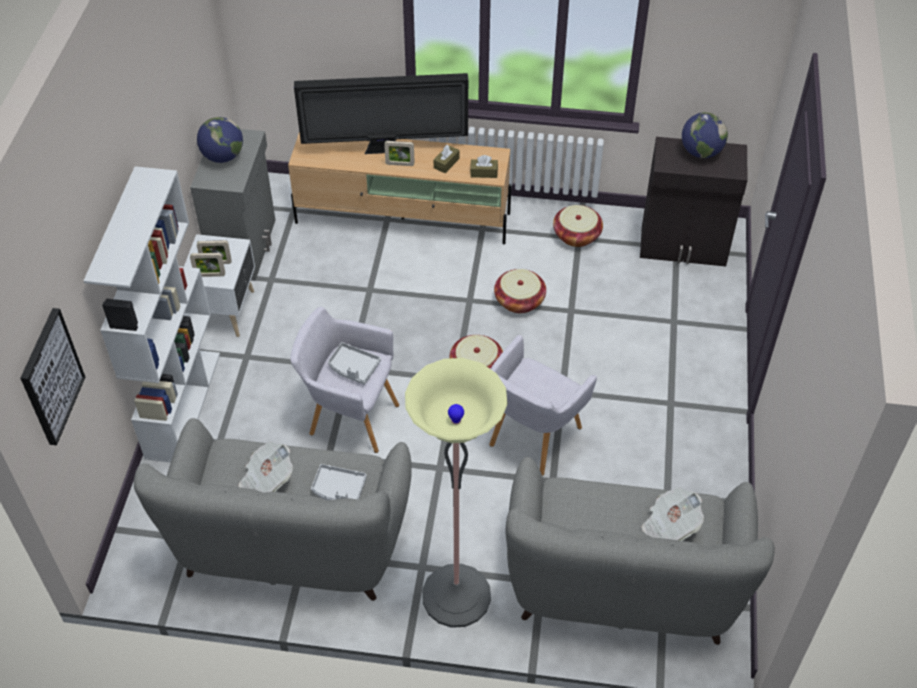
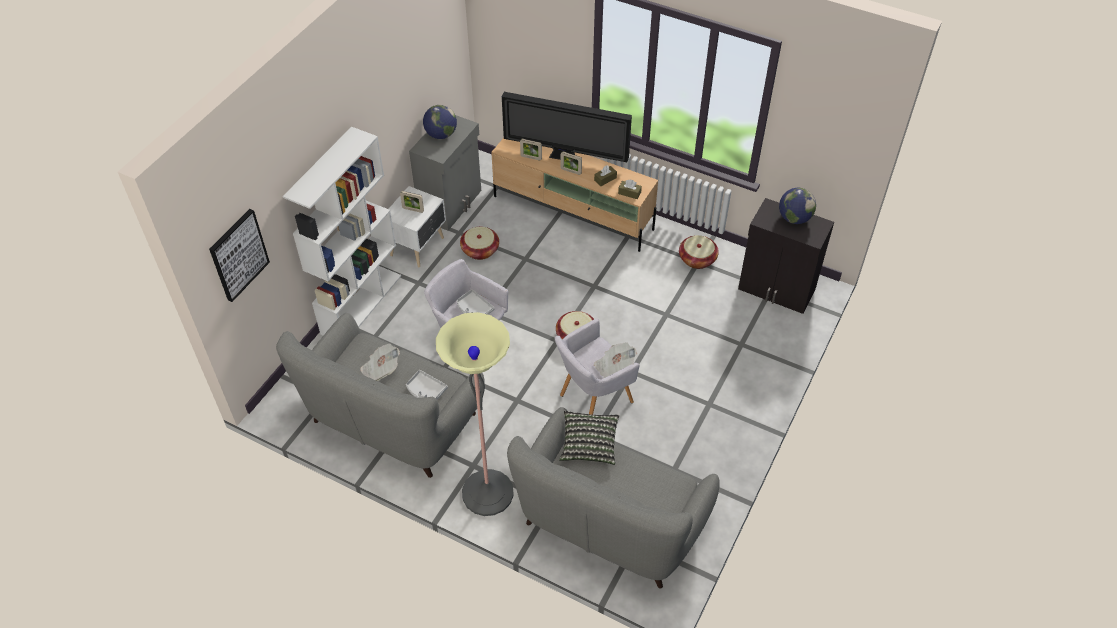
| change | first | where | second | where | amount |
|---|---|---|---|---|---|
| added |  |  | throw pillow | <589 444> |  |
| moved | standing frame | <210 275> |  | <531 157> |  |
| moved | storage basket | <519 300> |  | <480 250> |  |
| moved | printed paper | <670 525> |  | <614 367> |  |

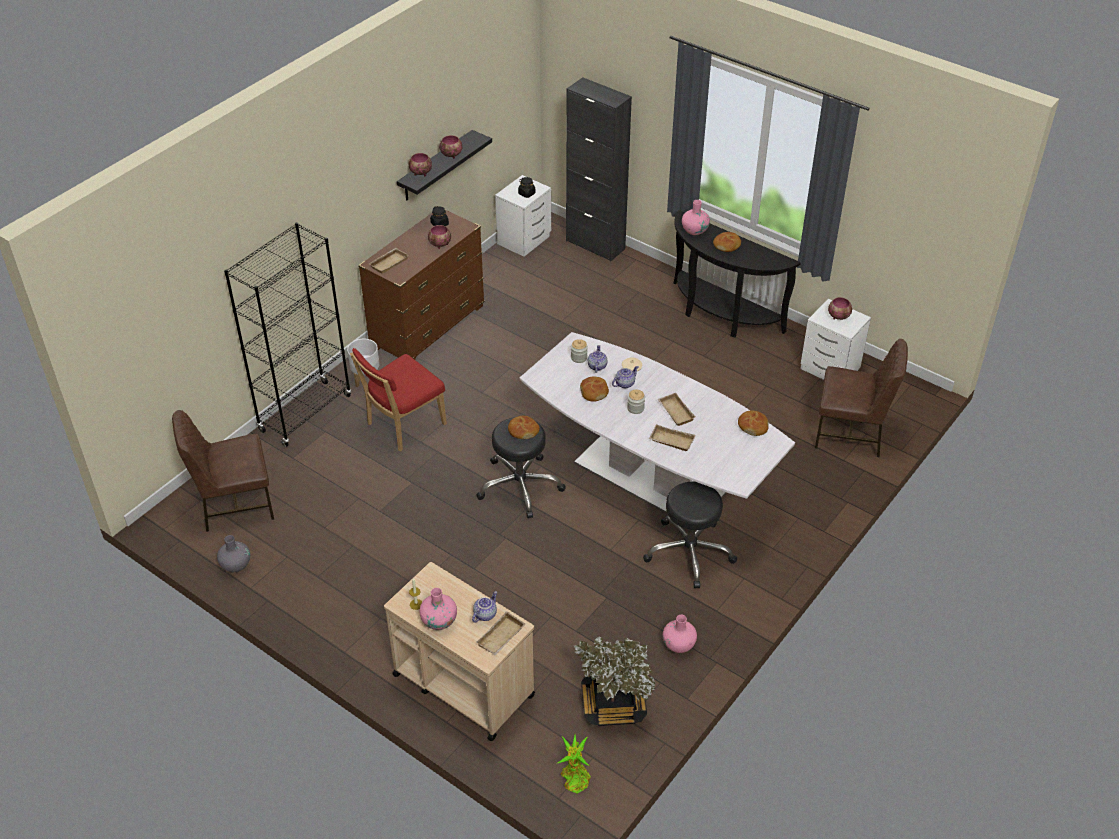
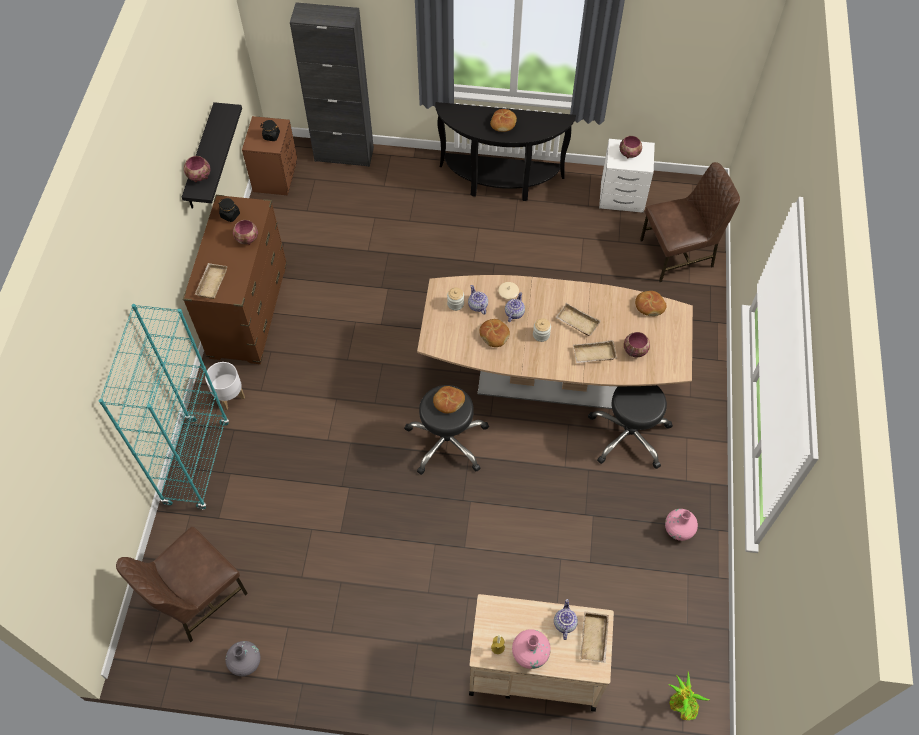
| change | first | where | second | where | amount |
|---|---|---|---|---|---|
| removed | chair (reddish) | <403 425> |  |  |  |
| removed | potted plant | <613 704> |  |  |  |
| removed | decorative vase (pink) | <694 230> |  |  |  |
| moved | serving bowl | <451 154> |  | <634 350> |  |
| recoloured | bookshelf (black) | <305 413> | bookshelf (blue-green) | <197 463> |  |
| recoloured | nightstand (whitish) | <525 240> | nightstand (brownish) | <276 176> |  |
| recoloured | dinner table (whitish) | <649 477> | dinner table (brownish) | <548 377> |  |

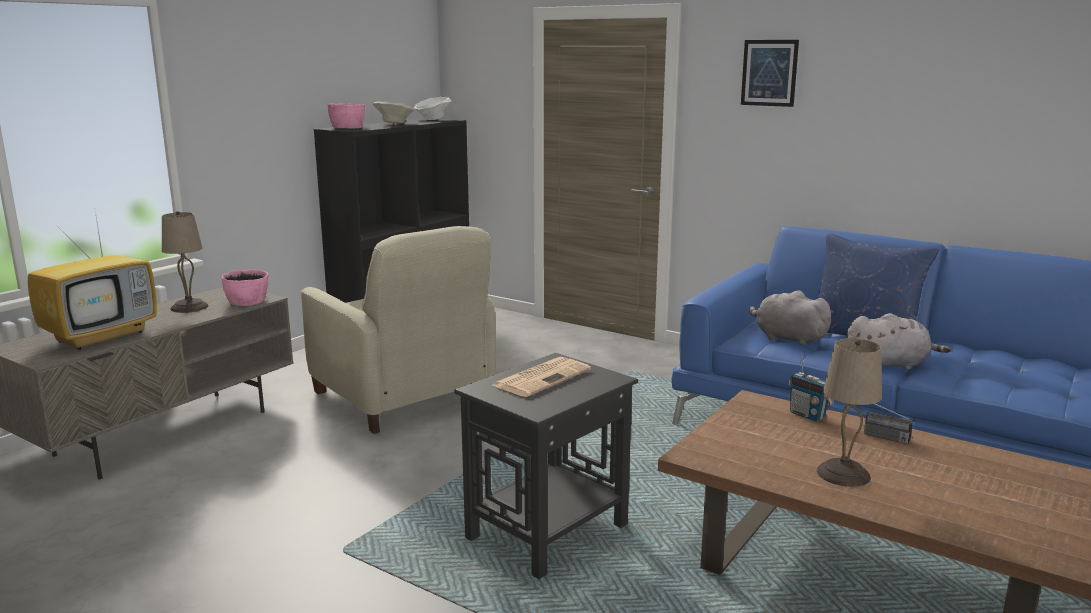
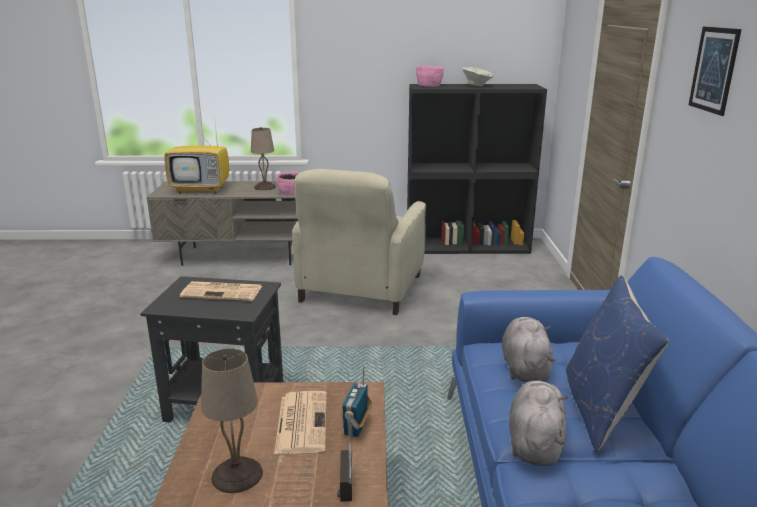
| change | first | where | second | where | amount |
|---|---|---|---|---|---|
| removed | serving bowl (whitish) | <432 119> |  |  |  |
| added |  |  | printed paper | <301 422> |  |
| turned | cuddly toy (grey) | <889 364> |  | <535 442> | 135 degrees counterclockwise |

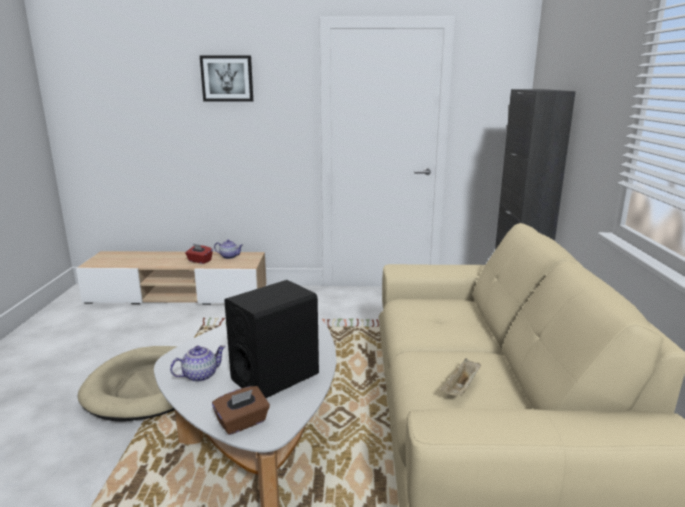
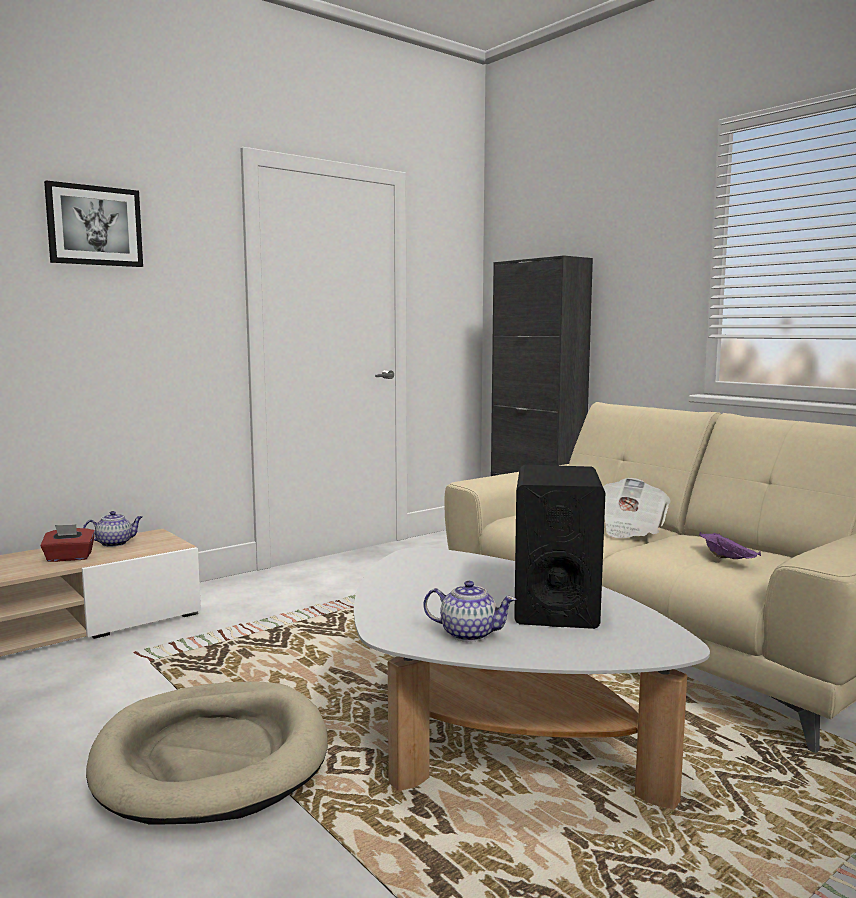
| change | first | where | second | where | amount |
|---|---|---|---|---|---|
| removed | tissue holder (brownish) | <242 423> |  |  |  |
| added |  |  | printed paper | <628 529> |  |
| recoloured | tray (sand-coloured) | <461 388> | tray (purplish) | <728 559> |  |
| turned | pot for tea | <199 375> |  | <468 634> | 90 degrees clockwise |

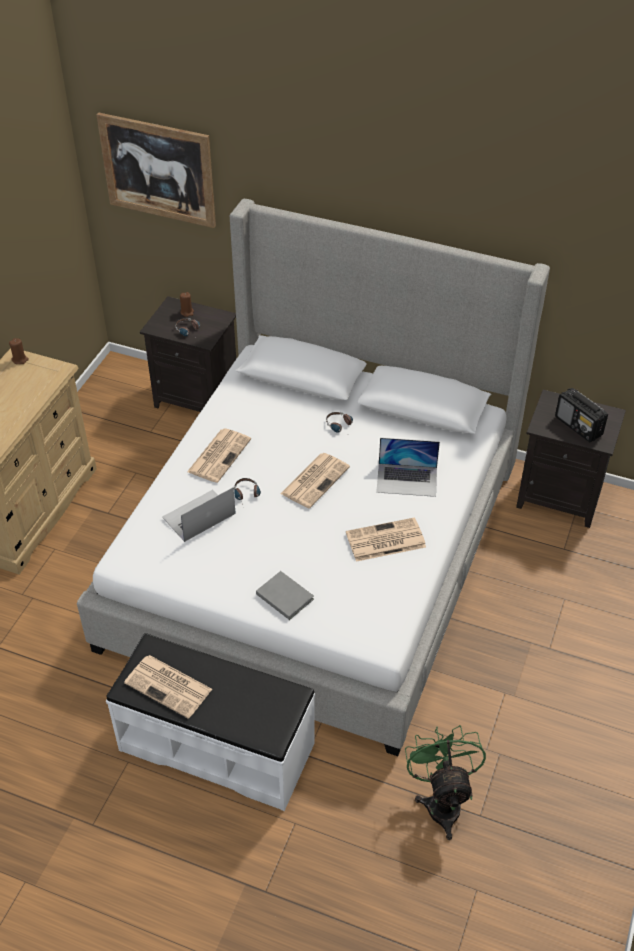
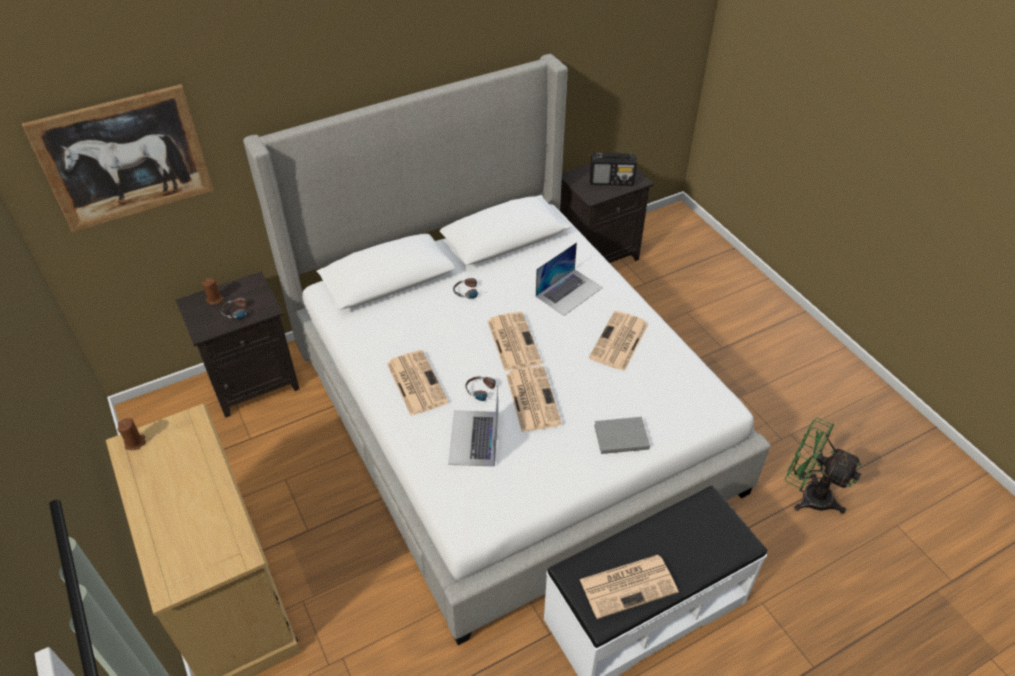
| change | first | where | second | where | amount |
|---|---|---|---|---|---|
| added |  |  | printed paper | <532 398> |  |

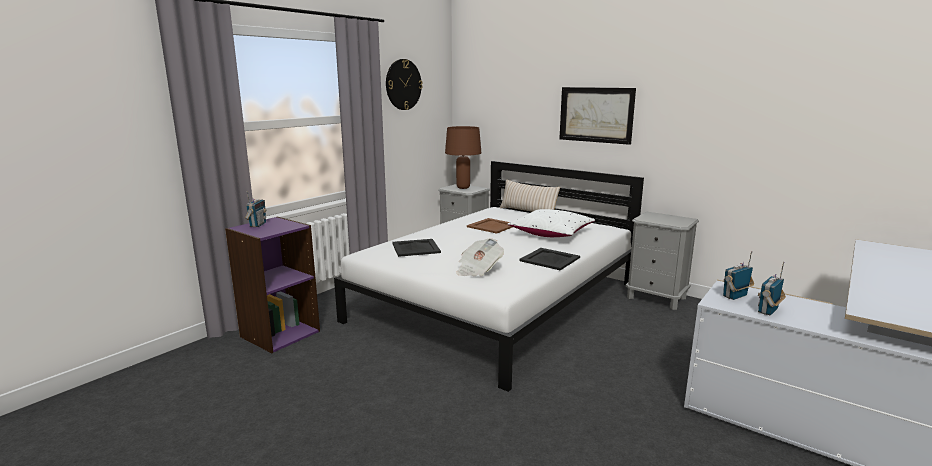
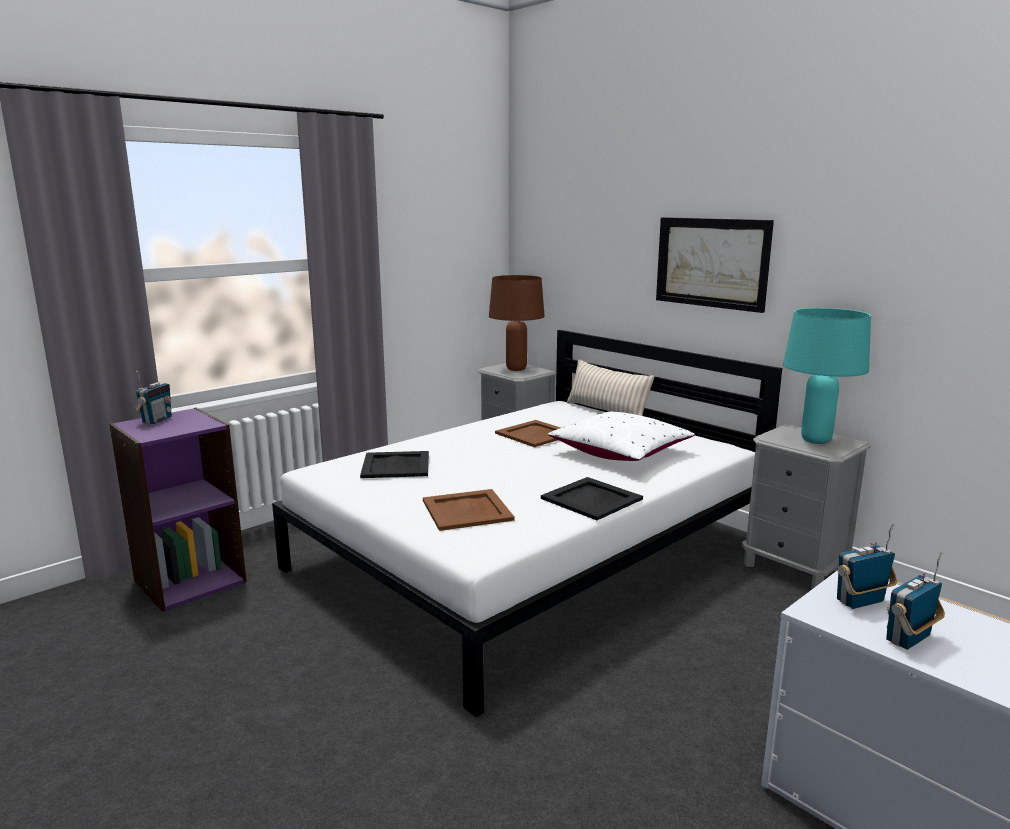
| change | first | where | second | where | amount |
|---|---|---|---|---|---|
| removed | clock on the wall | <403 84> |  |  |  |
| added |  |  | table lamp (blue-green) | <816 441> |  |
| replaced | printed paper | <478 270> | tray (brownish) | <466 510> |  |

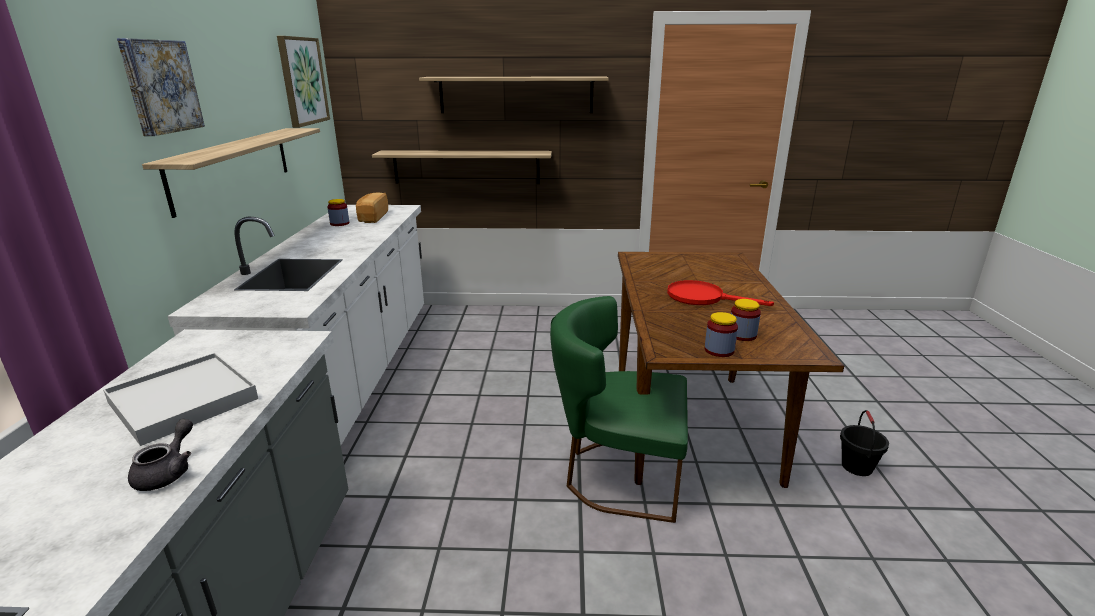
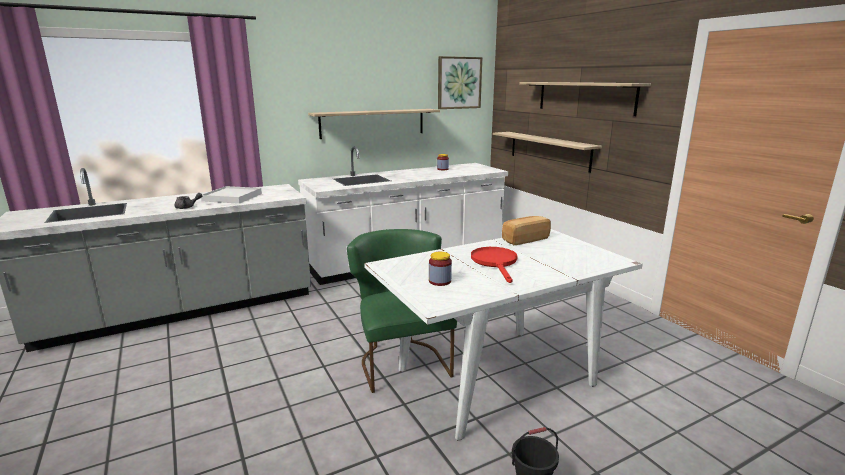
| change | first | where | second | where | amount |
|---|---|---|---|---|---|
| removed | wall art | <159 86> |  |  |  |
| removed | jar | <719 350> |  |  |  |
| moved | bread | <372 217> |  | <524 239> |  |
| recoloured | dinner table (brownish) | <690 423> | dinner table (whitish) | <496 376> |  |

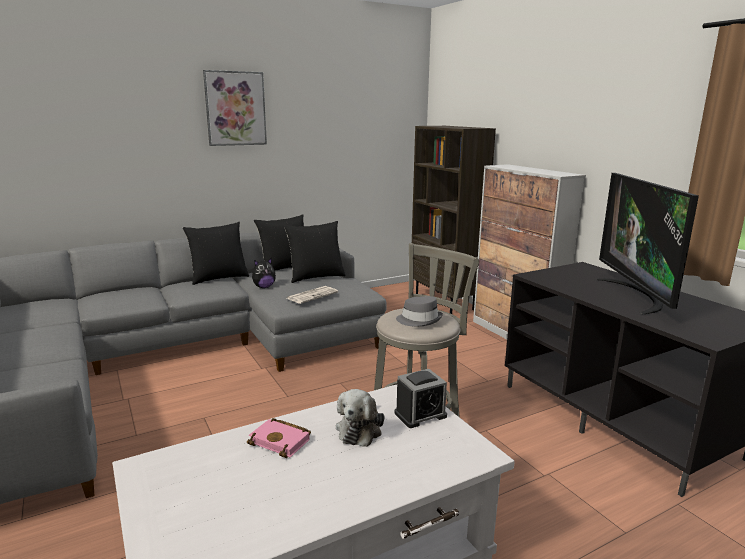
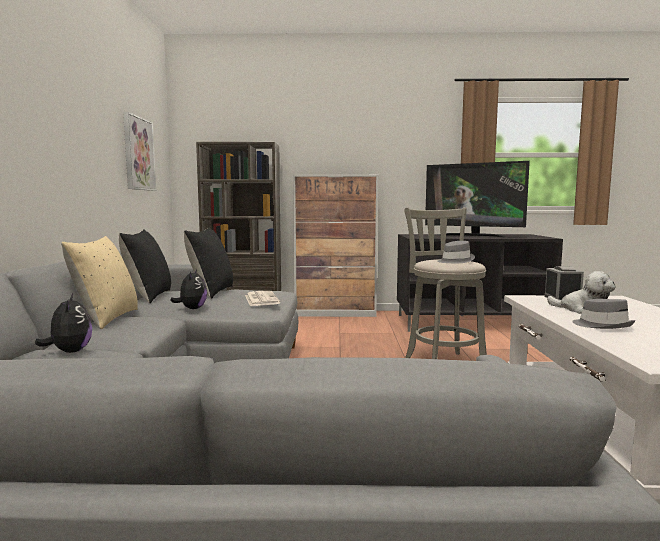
| change | first | where | second | where | amount |
|---|---|---|---|---|---|
| added |  |  | cuddly toy | <69 352> |  |
| moved | wall art | <235 108> |  | <138 154> |  |
| replaced | book (pink) | <282 441> | hat (grey) | <602 325> |  |
| recoloured | throw pillow (black) | <218 278> | throw pillow (sand-coloured) | <106 318> |  |

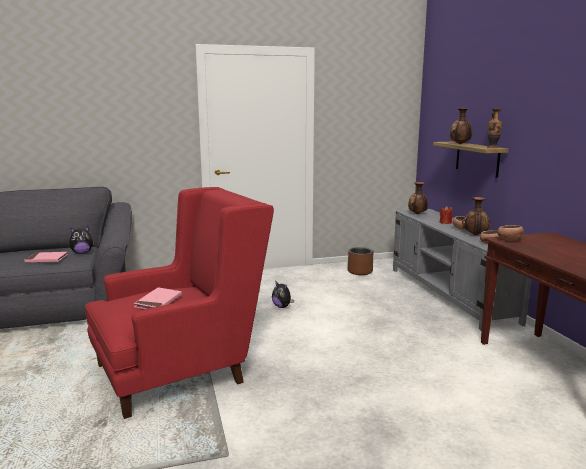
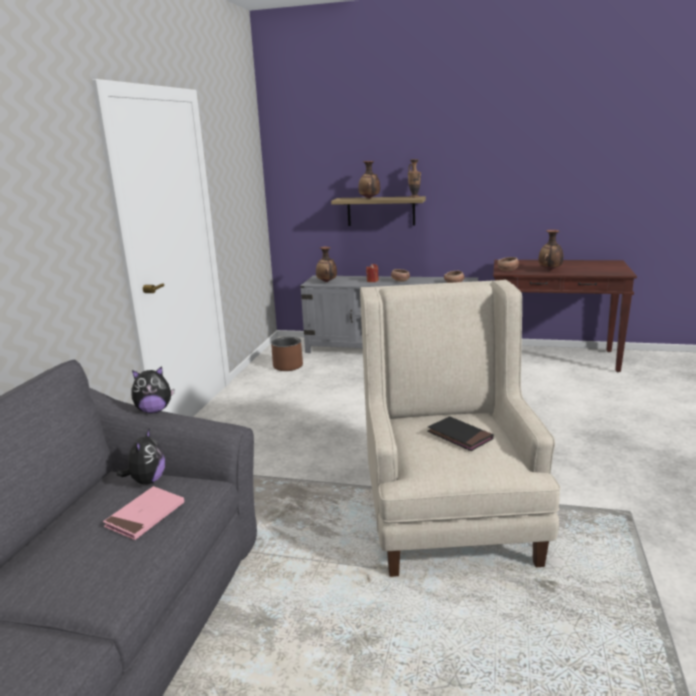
| change | first | where | second | where | amount |
|---|---|---|---|---|---|
| moved | cuddly toy | <282 307> |  | <154 410> |  |
| moved | decorative vase | <475 235> |  | <550 270> |  |
| recoloured | lounge chair (reddish) | <182 370> | lounge chair (sand-coloured) | <447 513> |  |
| recoloured | book (pink) | <158 301> | book (black) | <459 436> |  |

